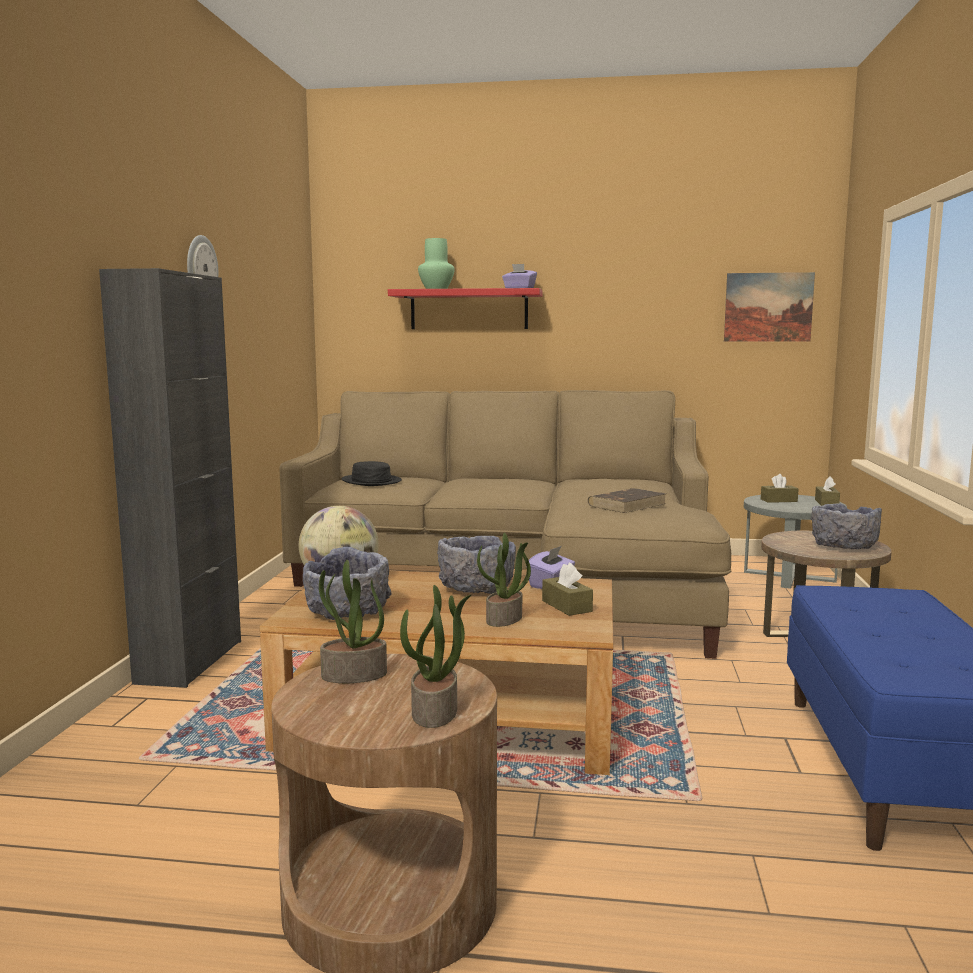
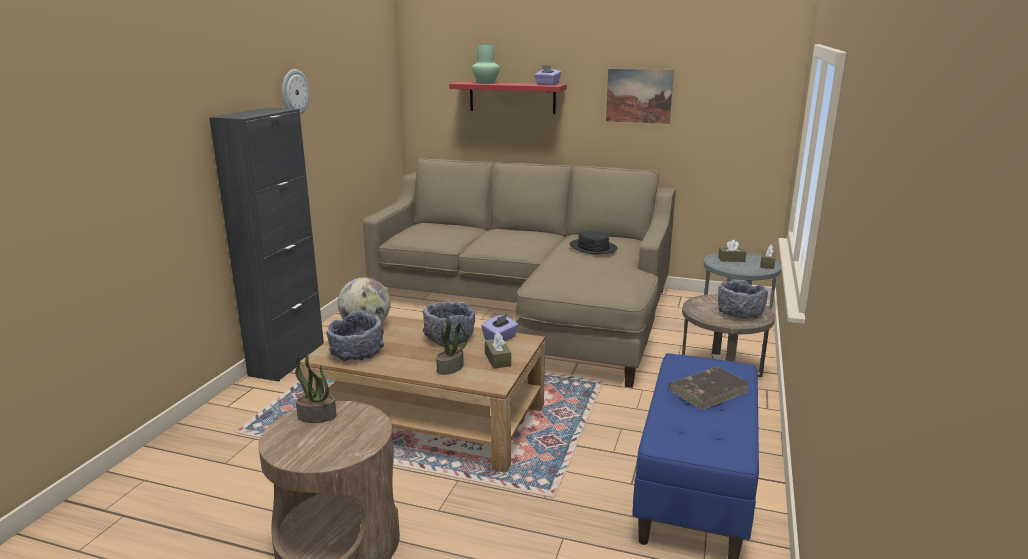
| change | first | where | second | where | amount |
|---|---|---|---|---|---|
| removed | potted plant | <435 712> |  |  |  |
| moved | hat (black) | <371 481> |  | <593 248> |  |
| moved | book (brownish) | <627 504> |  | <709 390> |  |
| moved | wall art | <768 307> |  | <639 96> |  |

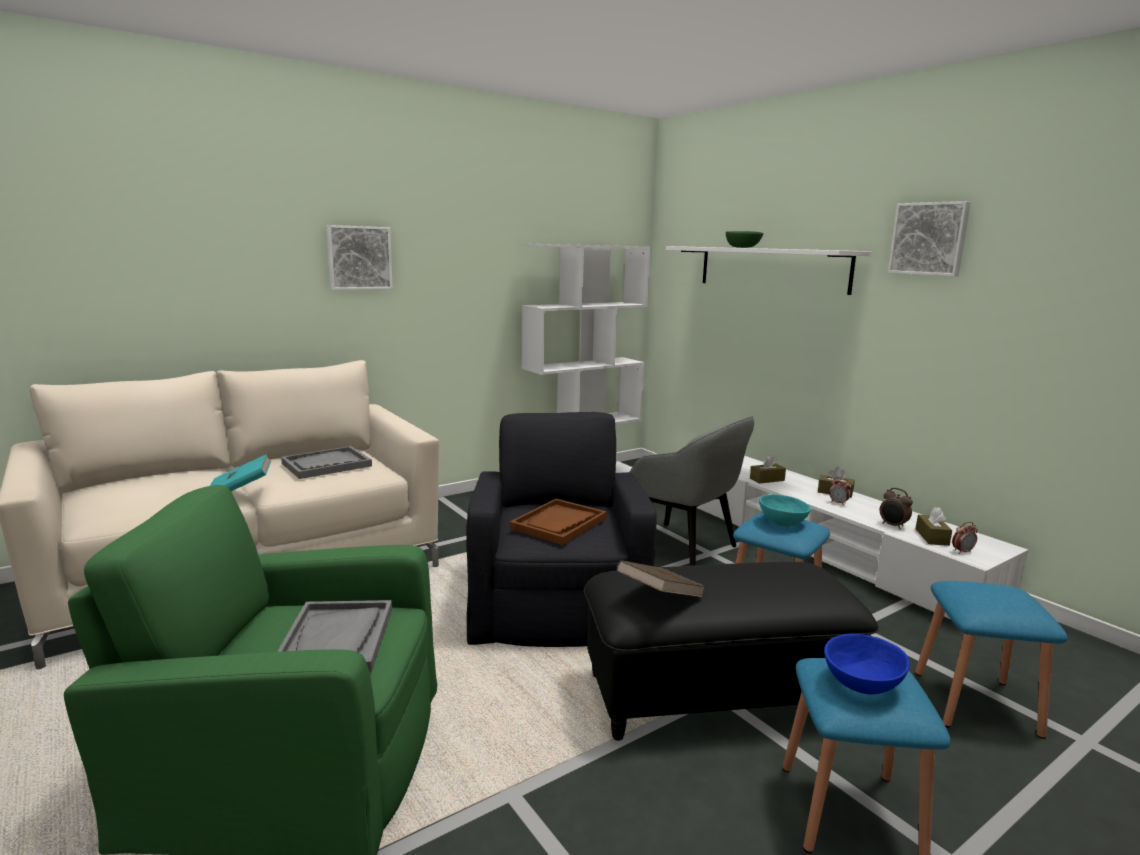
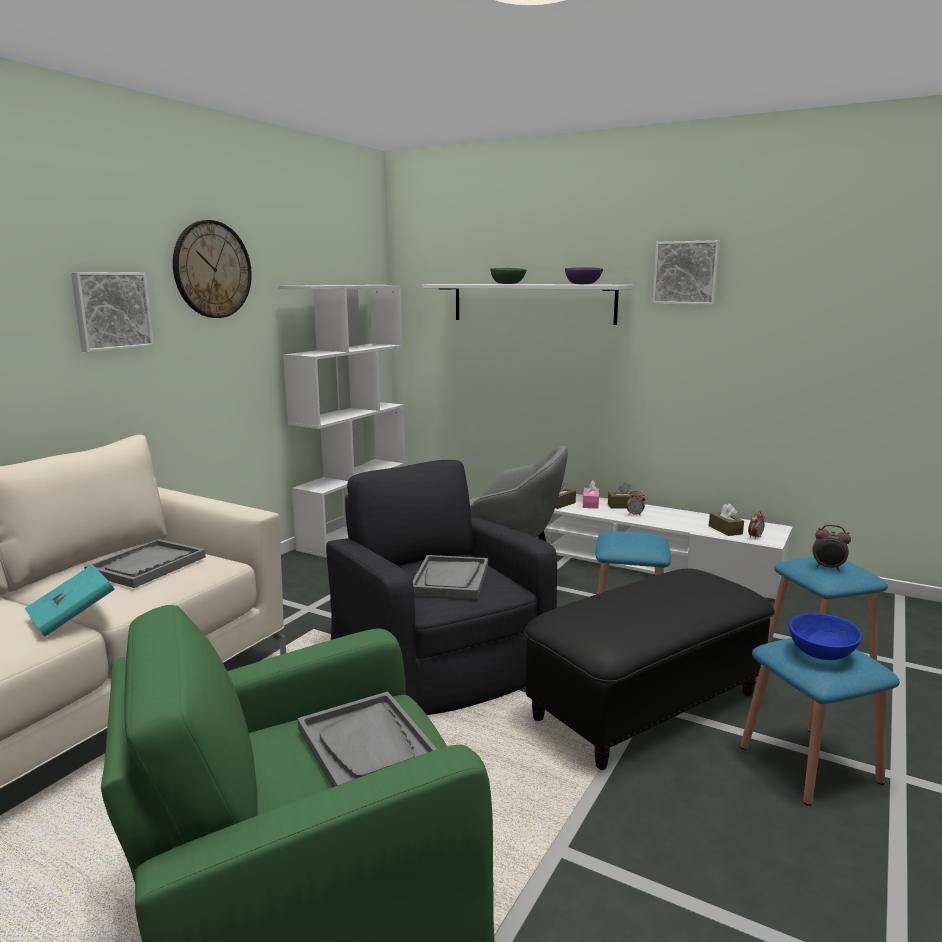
| change | first | where | second | where | amount |
|---|---|---|---|---|---|
| removed | book (brownish) | <659 597> |  |  |  |
| removed | serving bowl (blue-green) | <782 522> |  |  |  |
| added |  |  | clock on the wall | <212 269> |  |
| added |  |  | serving bowl (purplish) | <582 284> |  |
| added |  |  | tissue holder (pink) | <590 504> |  |
| moved | alarm clock | <893 526> |  | <828 568> |  |
| recoloured | tray (brownish) | <559 524> | tray (grey) | <451 579> |  |

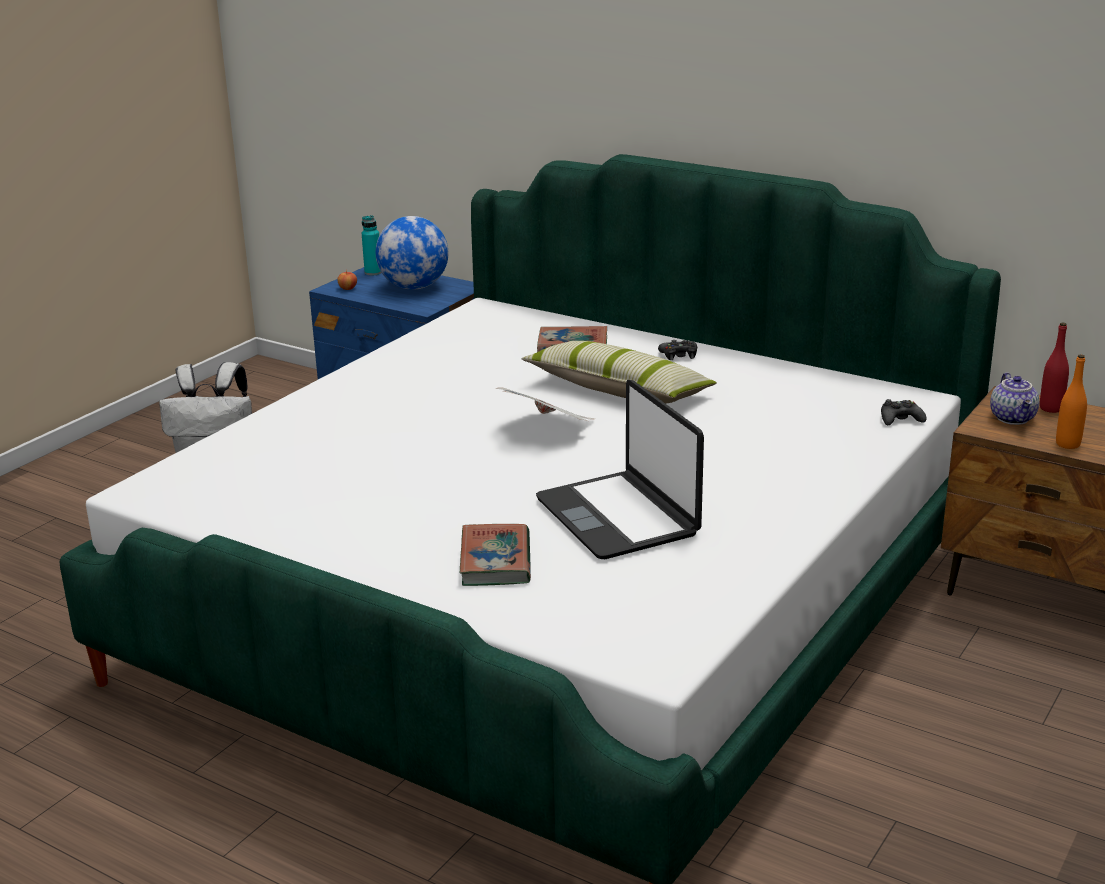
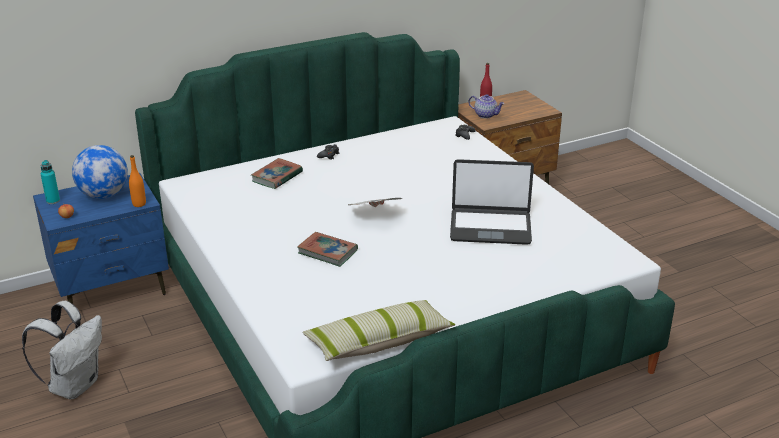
| change | first | where | second | where | amount |
|---|---|---|---|---|---|
| moved | book | <496 561> |  | <327 252> |  |
| moved | throw pillow | <618 390> |  | <378 342> |  |
| moved | drink bottle (orangey) | <1067 444> |  | <139 204> |  |

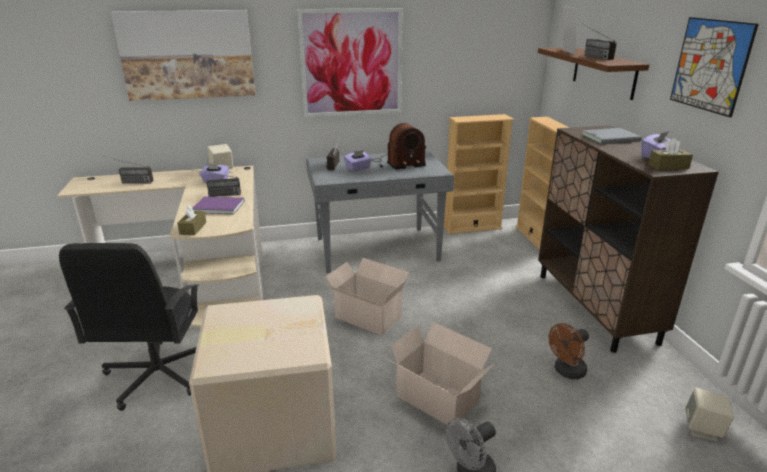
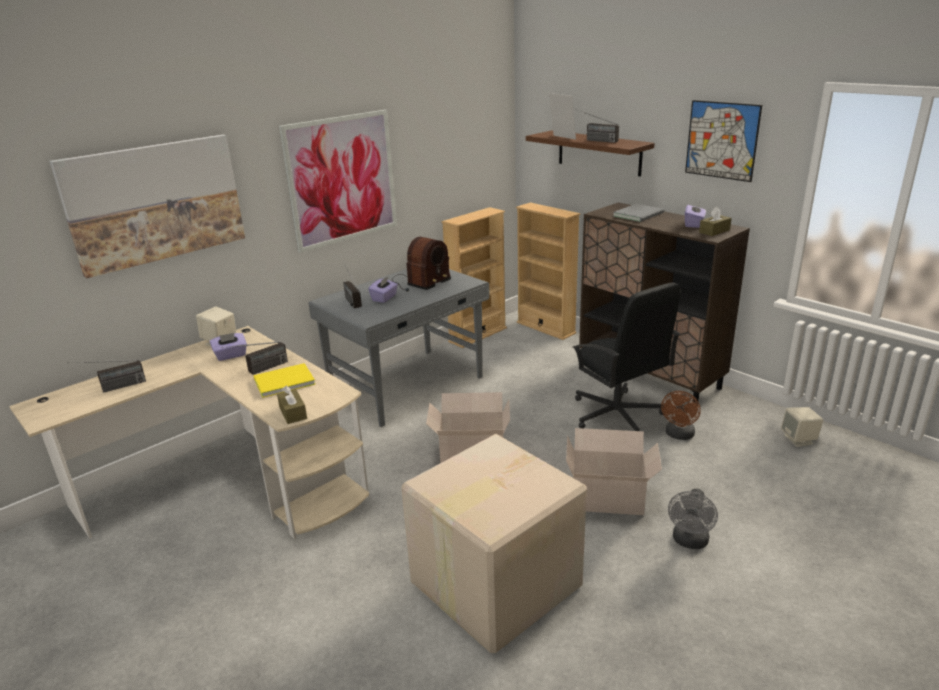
| change | first | where | second | where | amount |
|---|---|---|---|---|---|
| moved | desk chair (black) | <157 375> |  | <617 415> |  |
| recoloured | book (purplish) | <218 206> | book (yellowish) | <282 381> |  |

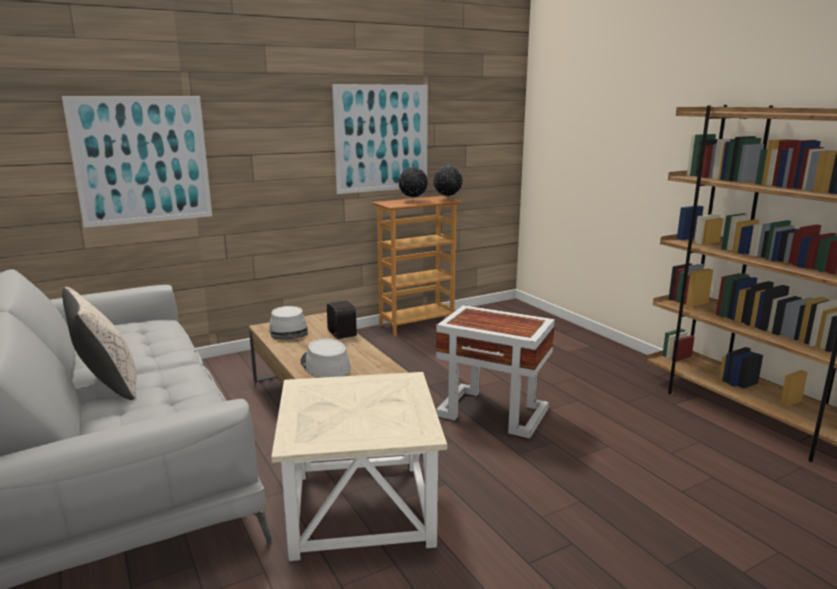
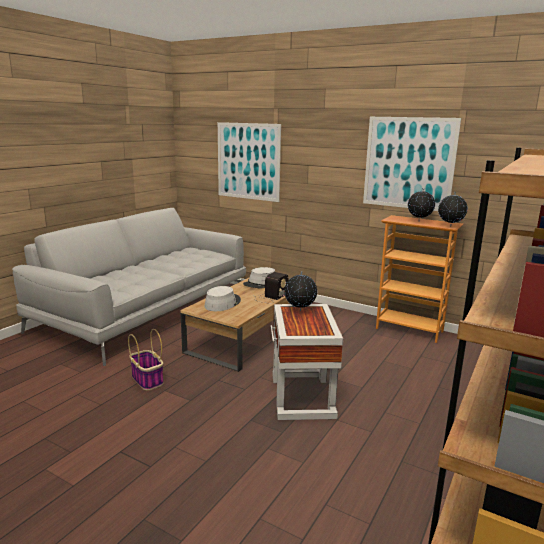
| change | first | where | second | where | amount |
|---|---|---|---|---|---|
| removed | throw pillow (sand-coloured) | <108 385> |  |  |  |
| added |  |  | desk globe | <299 310> |  |
| replaced | end table (sand-coloured) | <362 506> | storage basket | <148 380> |  |

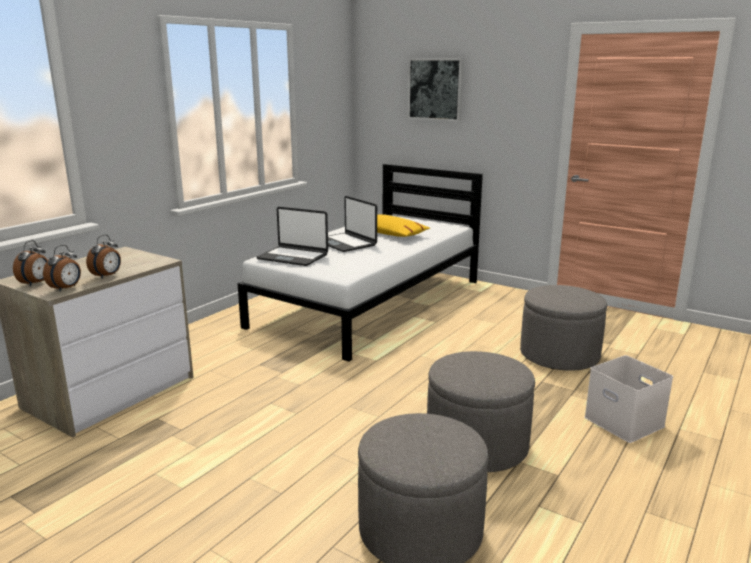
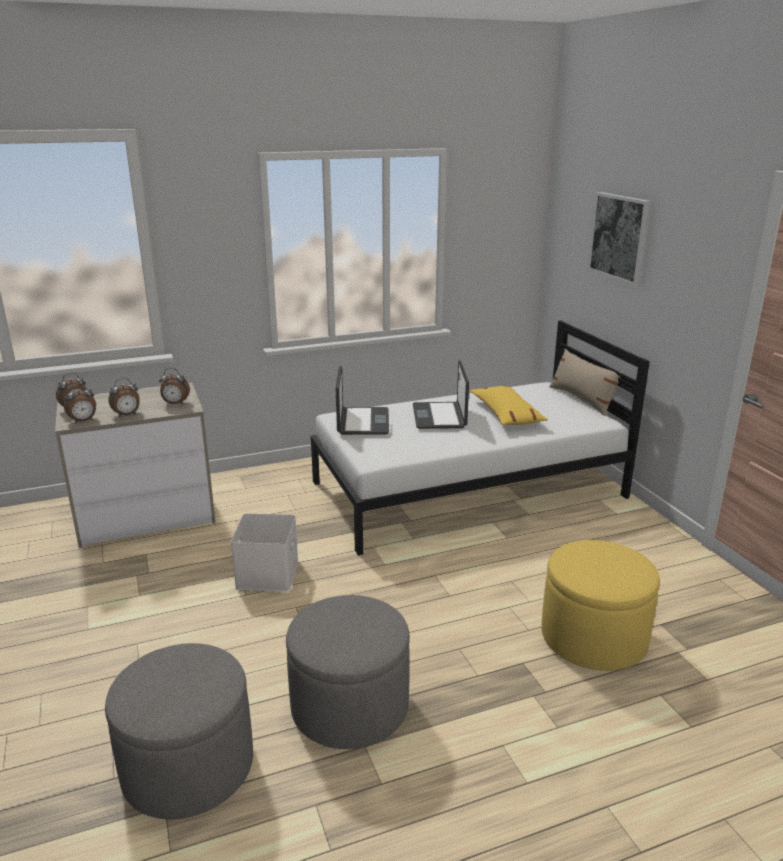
| change | first | where | second | where | amount |
|---|---|---|---|---|---|
| added |  |  | alarm clock | <175 404> |  |
| added |  |  | throw pillow (sand-coloured) | <582 399> |  |
| moved | storage container (whitish) | <626 422> |  | <268 575> |  |
| recoloured | pouffe (grey) | <559 355> | pouffe (yellowish) | <593 637> |  |
| turned | laptop | <293 257> |  | <362 422> | 150 degrees counterclockwise |

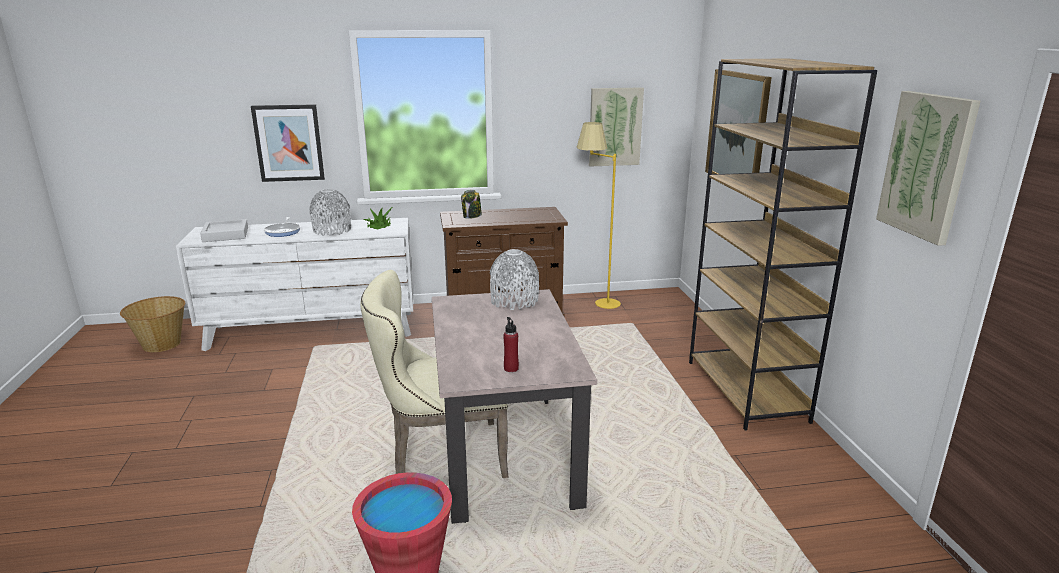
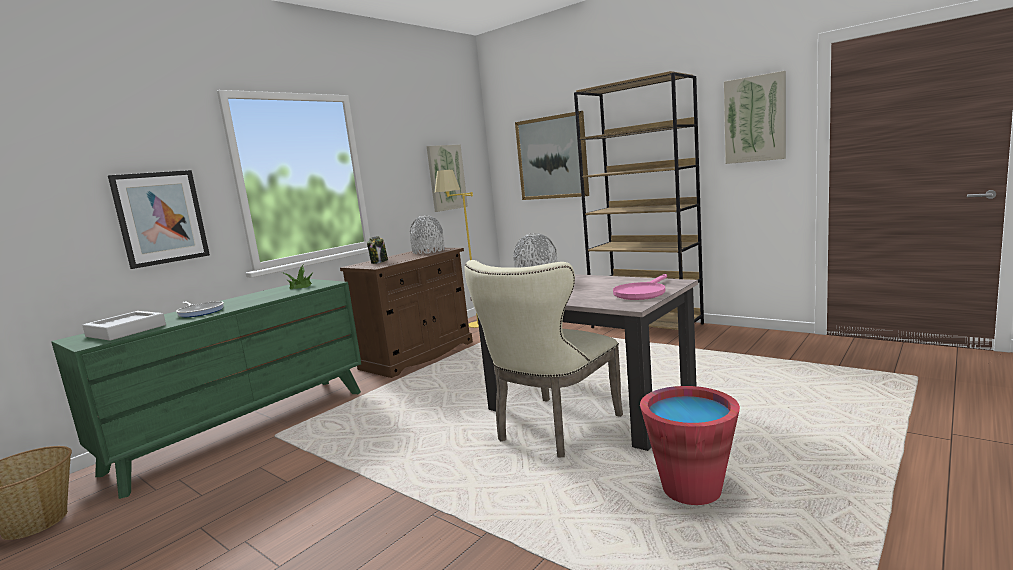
| change | first | where | second | where | amount |
|---|---|---|---|---|---|
| moved | decorative vase (grey) | <332 230> |  | <428 251> |  |
| replaced | drink bottle (reddish) | <511 368> | frying pan (pink) | <642 292> |  |
| recoloured | dresser (whitish) | <313 330> | dresser (green) | <245 428> |  |

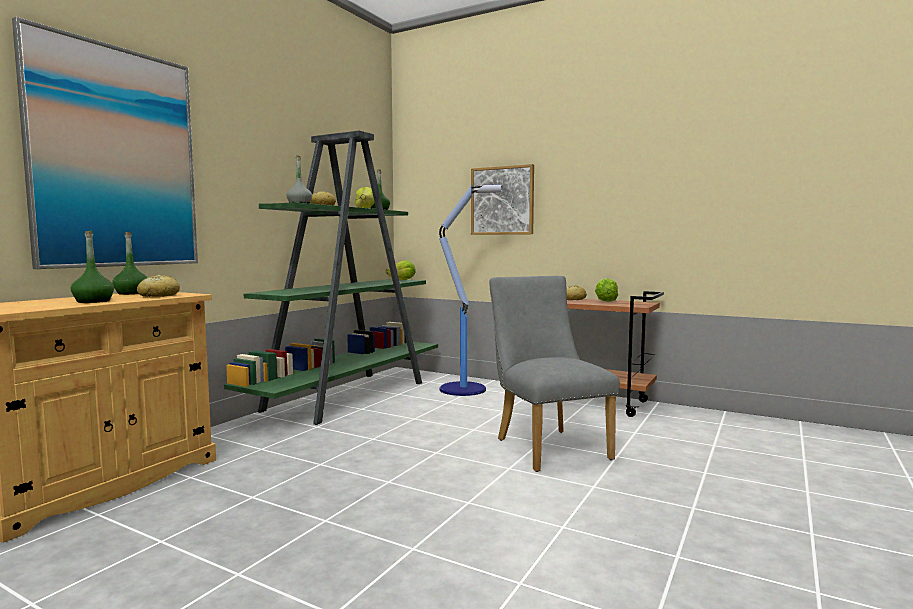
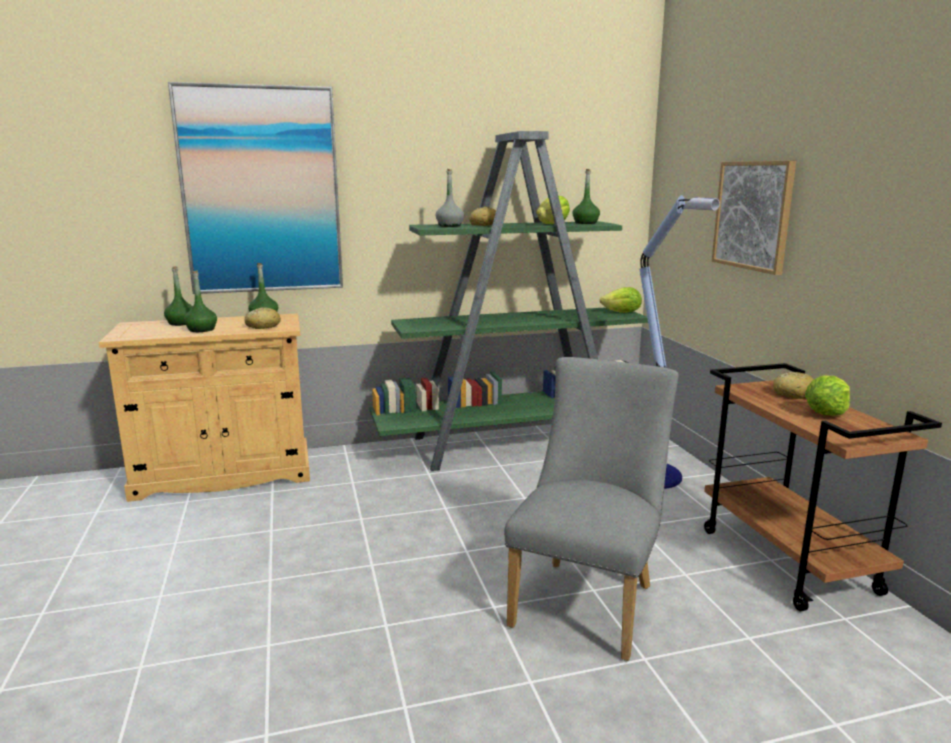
| change | first | where | second | where | amount |
|---|---|---|---|---|---|
| added |  |  | drink bottle (green) | <181 323> |  |

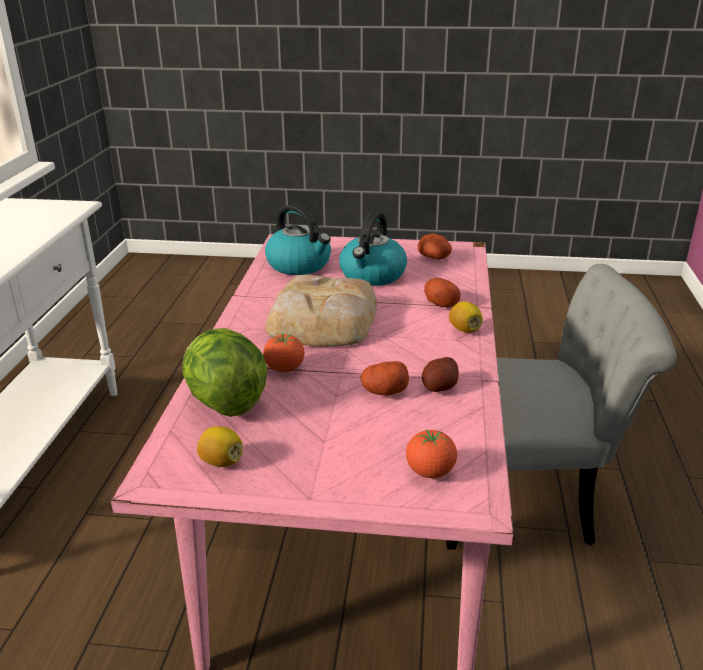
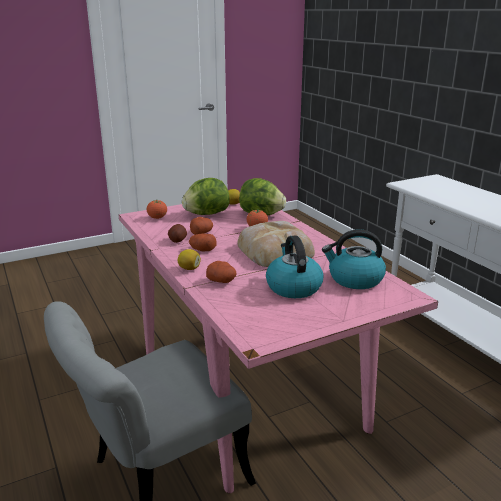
| change | first | where | second | where | amount |
|---|---|---|---|---|---|
| added |  |  | lettuce | <206 214> |  |
| moved | whole potato | <435 257> |  | <202 250> |  |

